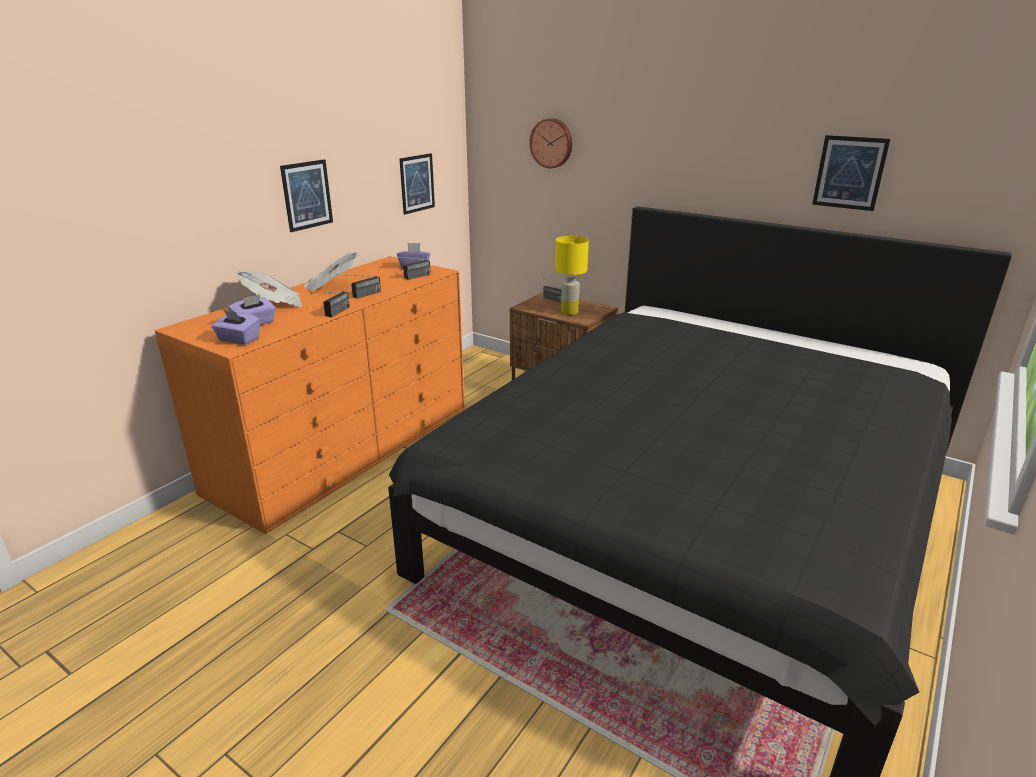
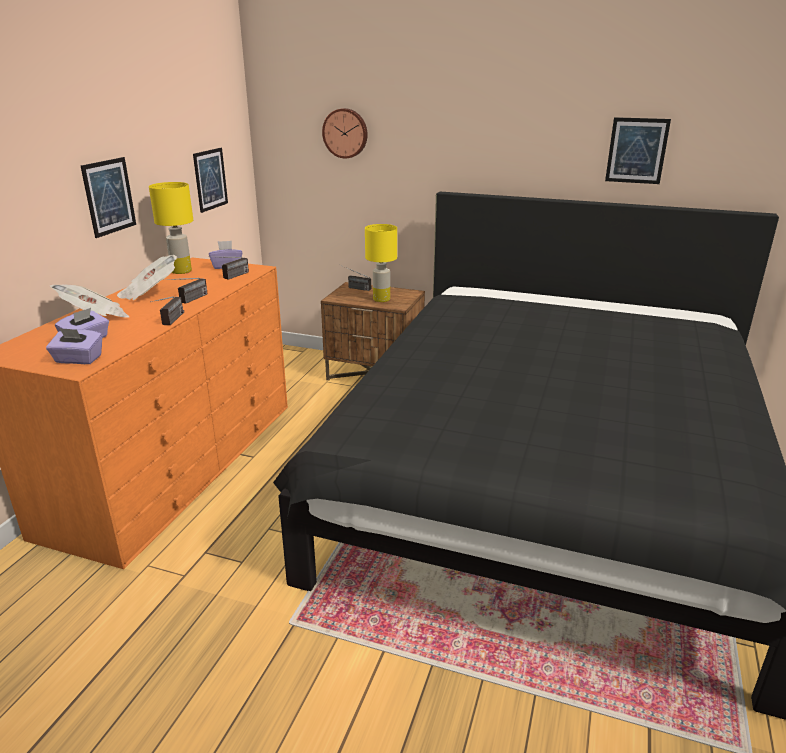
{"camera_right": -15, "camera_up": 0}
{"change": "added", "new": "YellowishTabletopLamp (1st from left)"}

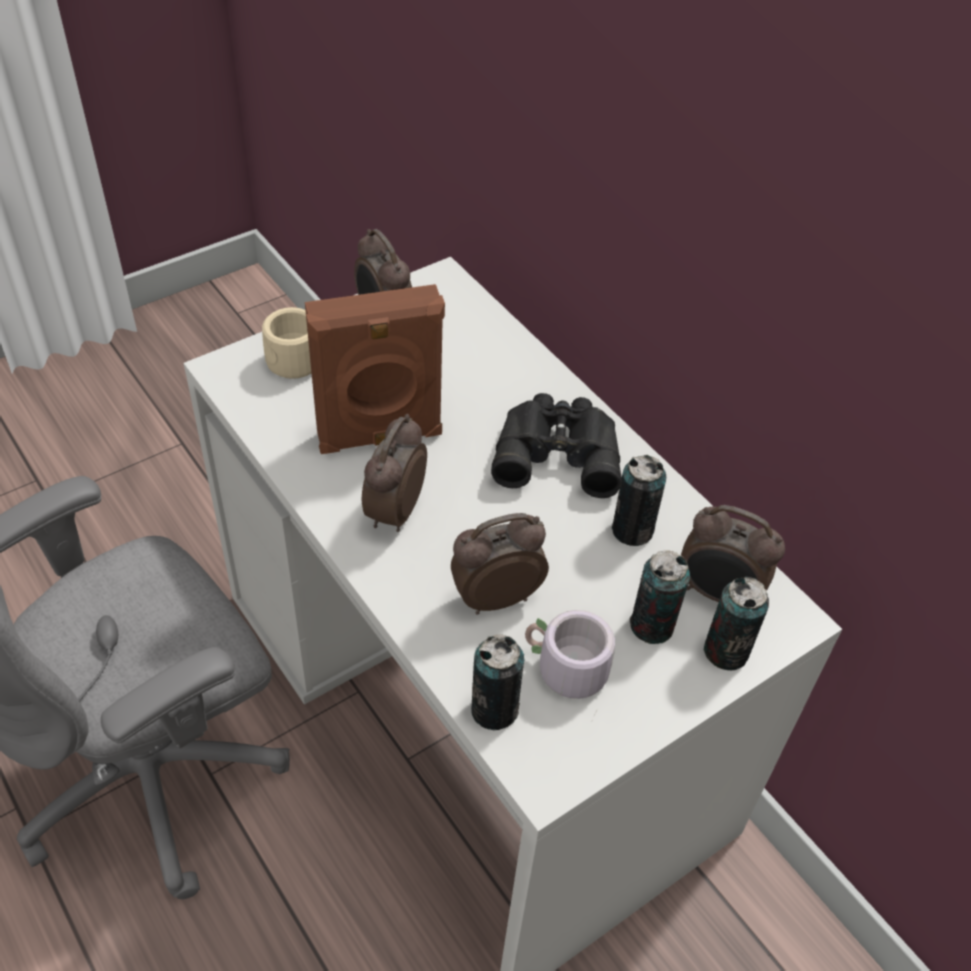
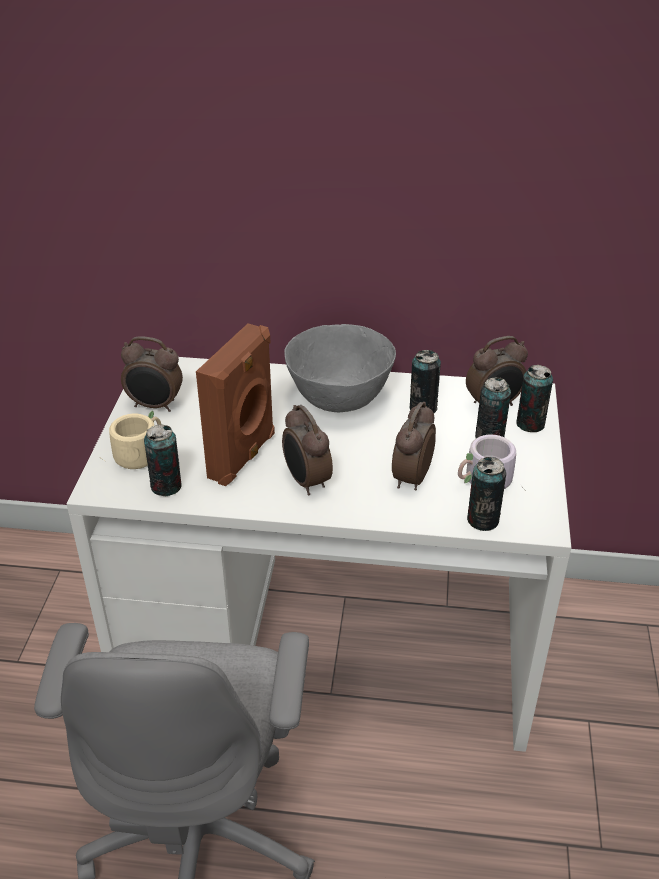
{"camera_right": -45, "camera_up": -10}
{"change": "replaced", "old": "BlackishFieldGlasses", "new": "GreyishBowl"}
{"change": "added", "new": "SealedCan (1st from left)"}

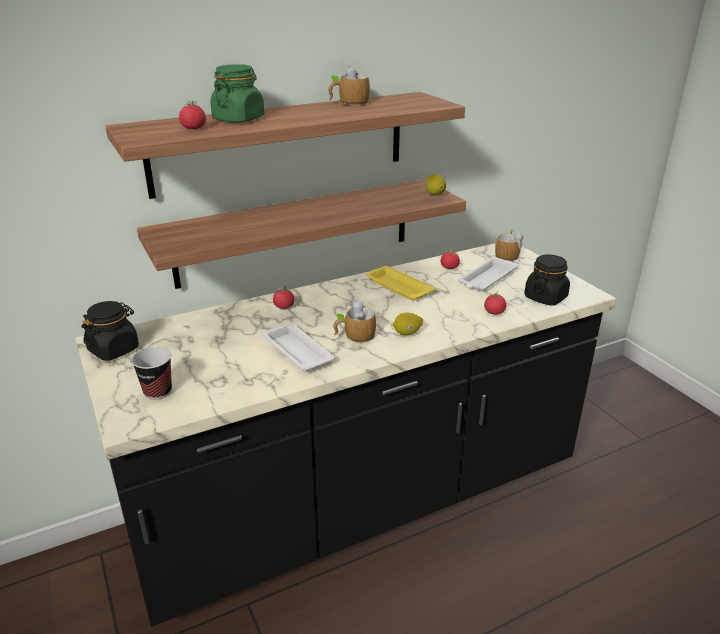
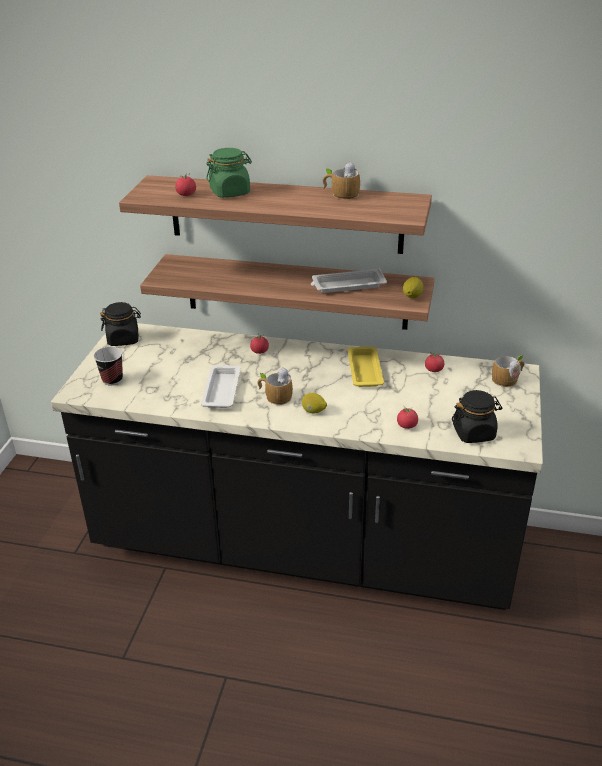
{"camera_right": 40, "camera_up": 5}
{"change": "moved", "old": "WhitishCarryingTray (2nd from left)"}

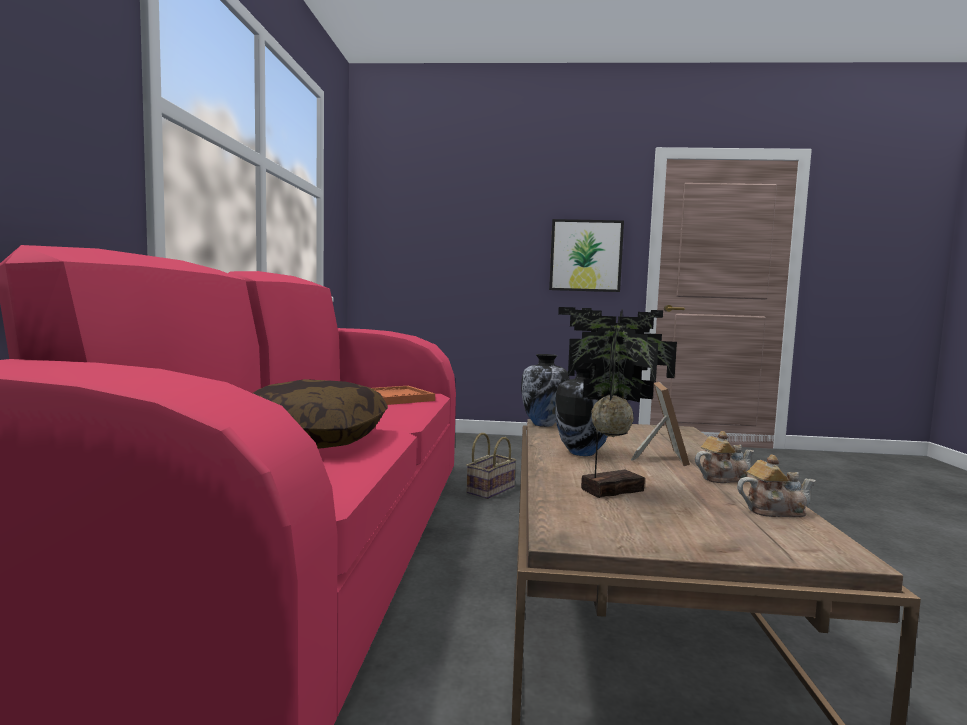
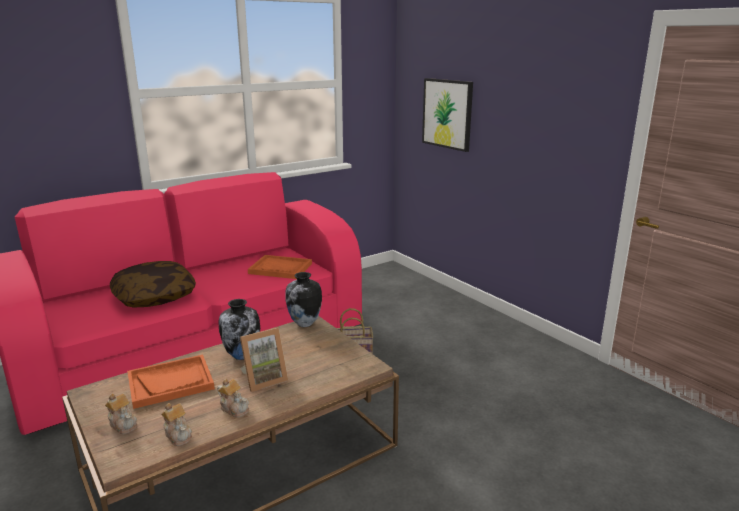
{"camera_right": 50, "camera_up": 15}
{"change": "moved", "old": "Picture"}
{"change": "replaced", "old": "PottedPlant", "new": "OrangeyCarryingTray (1st from left)"}
{"change": "added", "new": "PotForTea (1st from left)"}

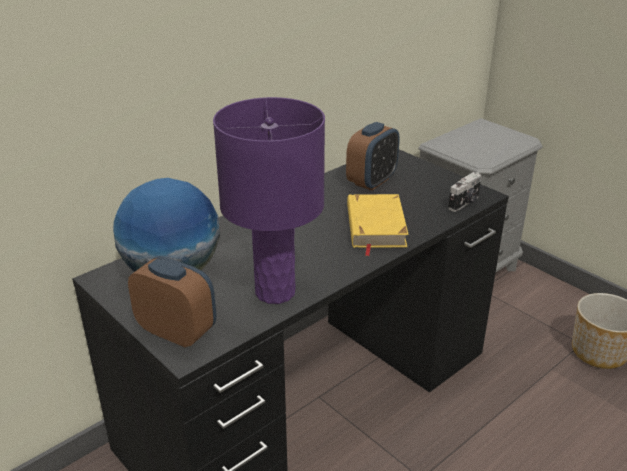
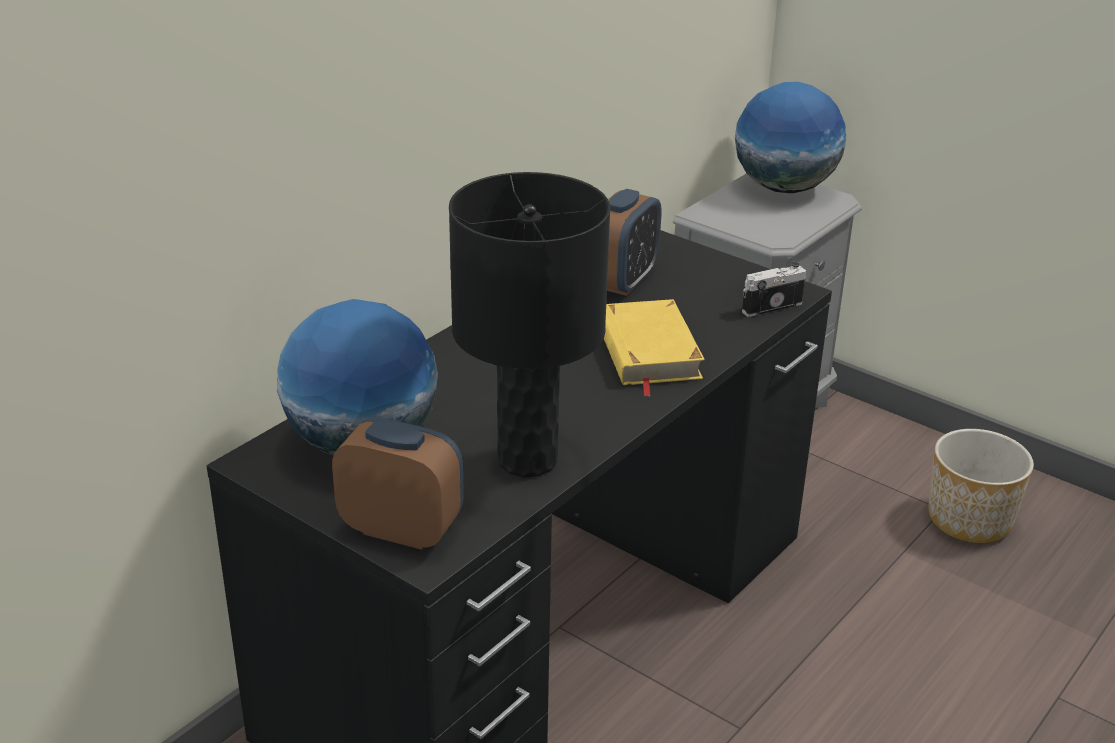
{"camera_right": -10, "camera_up": 0}
{"change": "recoloured", "old": "PurpleTabletopLamp", "new": "BlackishTabletopLamp"}
{"change": "turned", "old": "StillCamera", "degrees": -150}
{"change": "added", "new": "DeskGlobe (2nd from left)"}

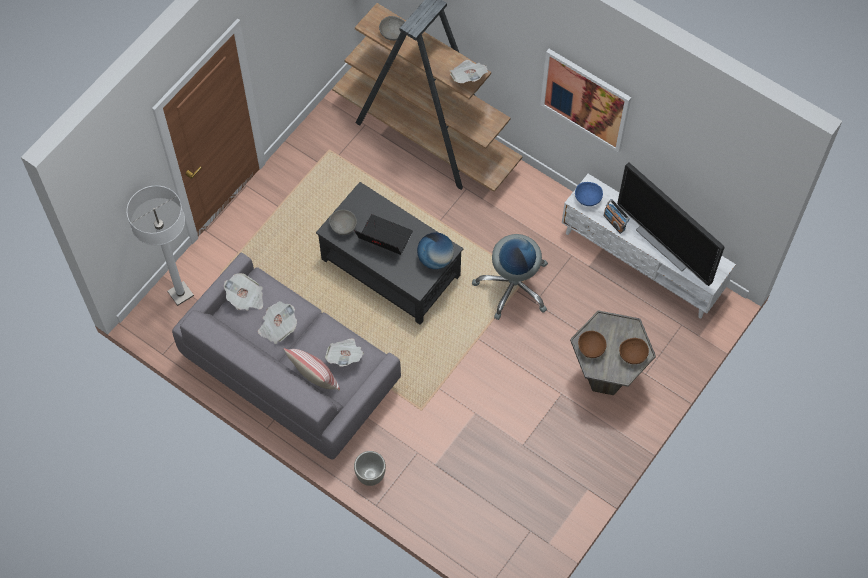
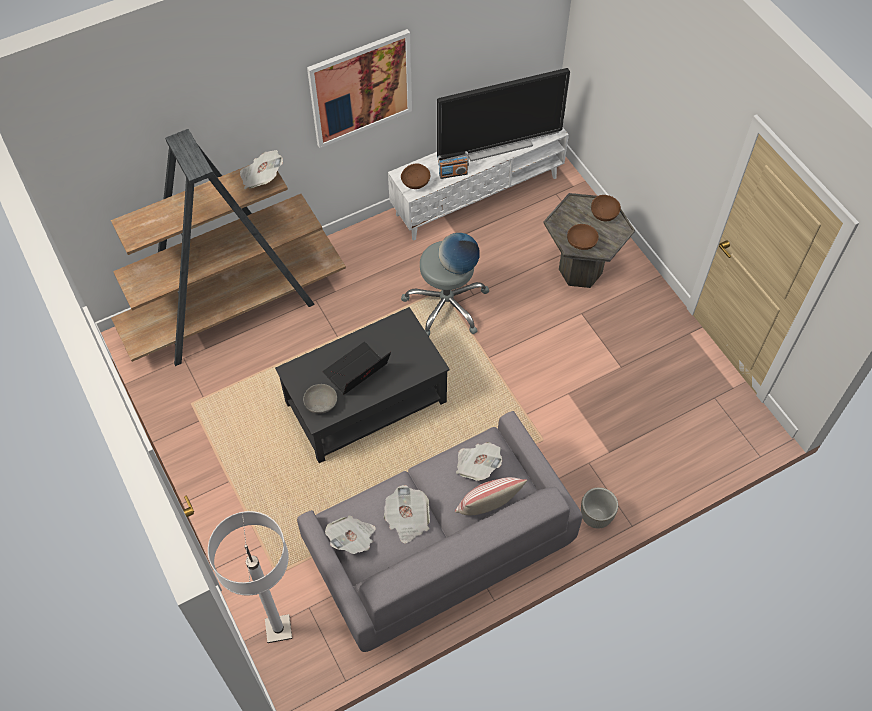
{"camera_right": -65, "camera_up": -5}
{"change": "removed", "old": "GreyishBowl (2nd from left)"}
{"change": "recoloured", "old": "BlueBowl", "new": "BrownBowl (1st from left)"}
{"change": "removed", "old": "DeskGlobe (1st from left)"}

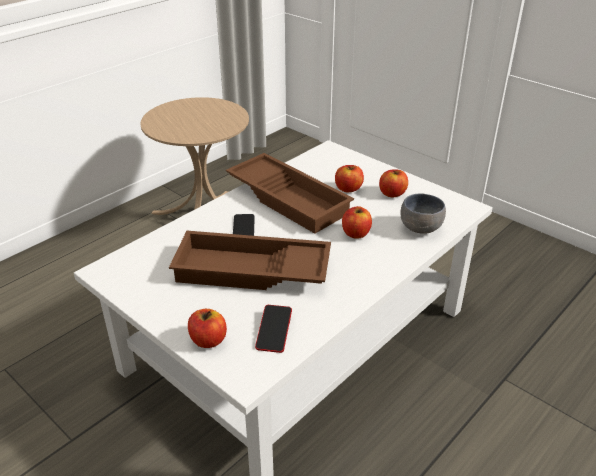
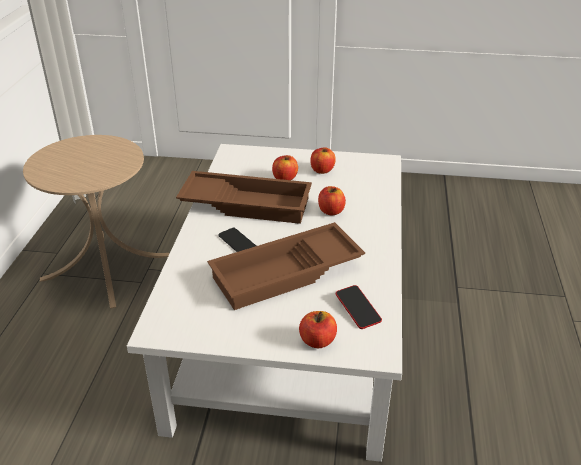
{"camera_right": -35, "camera_up": 0}
{"change": "removed", "old": "GreyishBowl"}

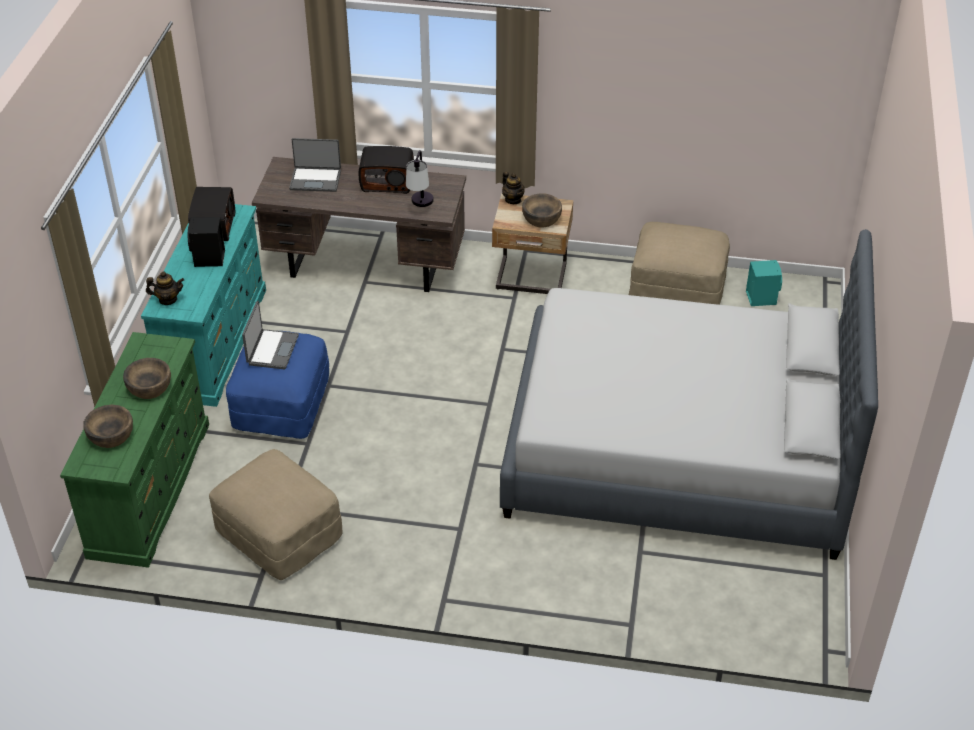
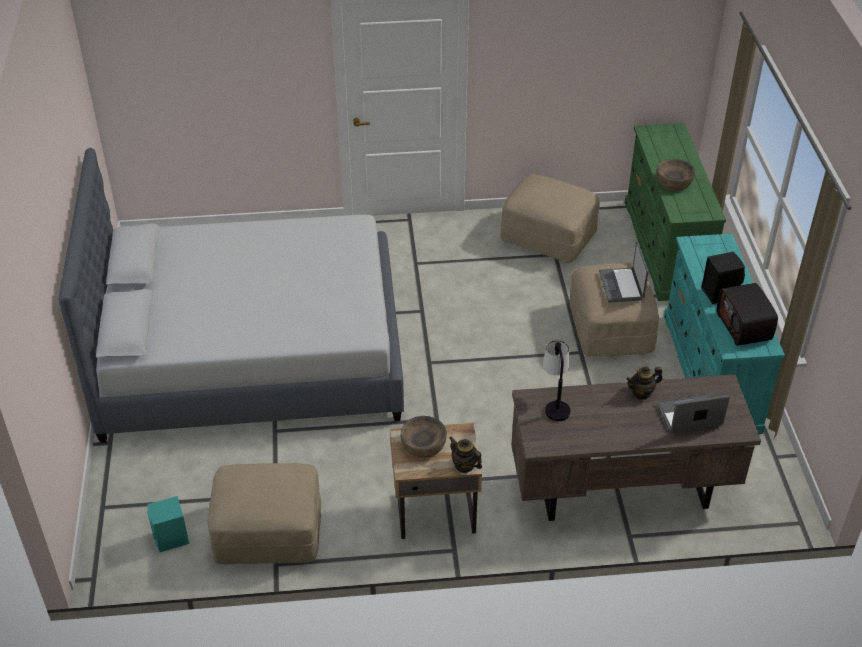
{"camera_right": 165, "camera_up": 0}
{"change": "removed", "old": "RadioSet (2nd from left)"}
{"change": "moved", "old": "PotForTea (1st from left in the first image)", "new": "PotForTea (2nd from left)"}
{"change": "recoloured", "old": "BluePouffe", "new": "SandColouredPouffe (3rd from left)"}
{"change": "removed", "old": "BrownBowl (1st from left)"}

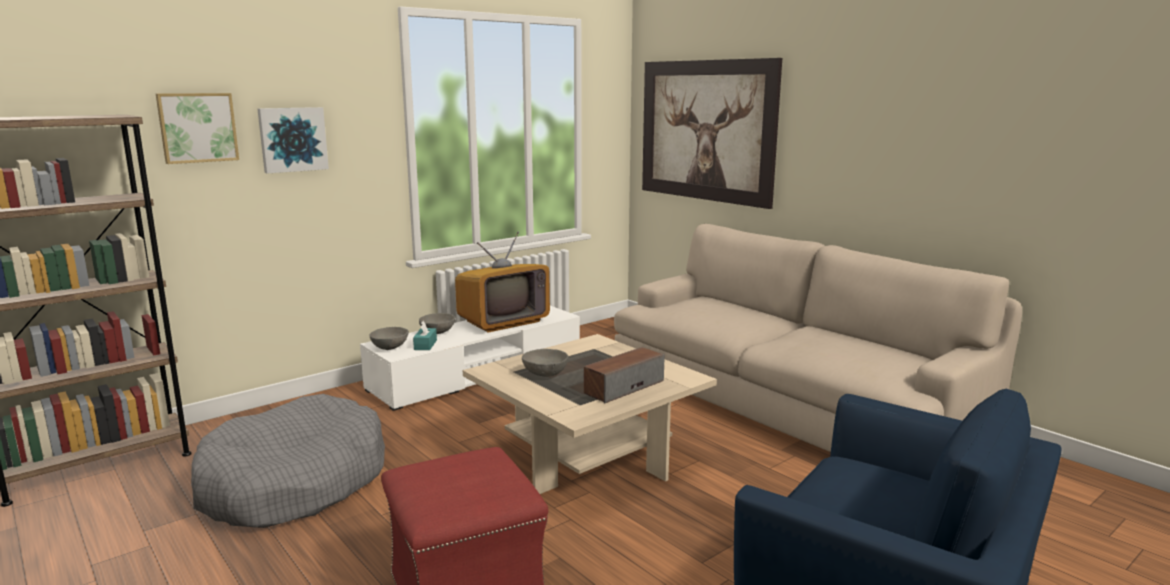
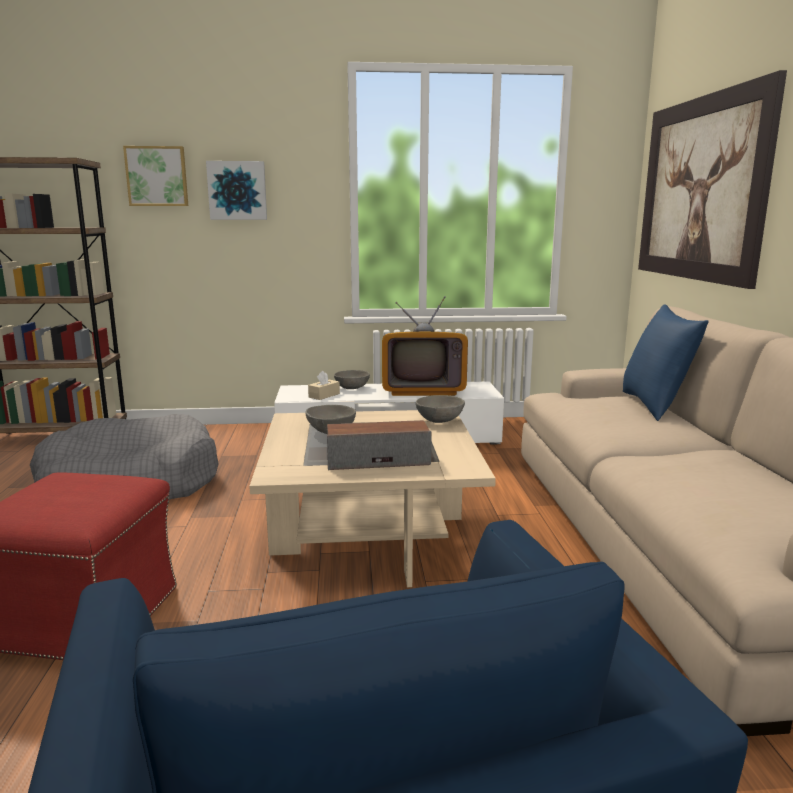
{"camera_right": 35, "camera_up": 0}
{"change": "recoloured", "old": "TurquoiseBoxOfTissues", "new": "SandColouredBoxOfTissues"}
{"change": "moved", "old": "GreyishBowl (1st from left in the first image)", "new": "GreyishBowl (3rd from left)"}
{"change": "added", "new": "BluePillow"}

